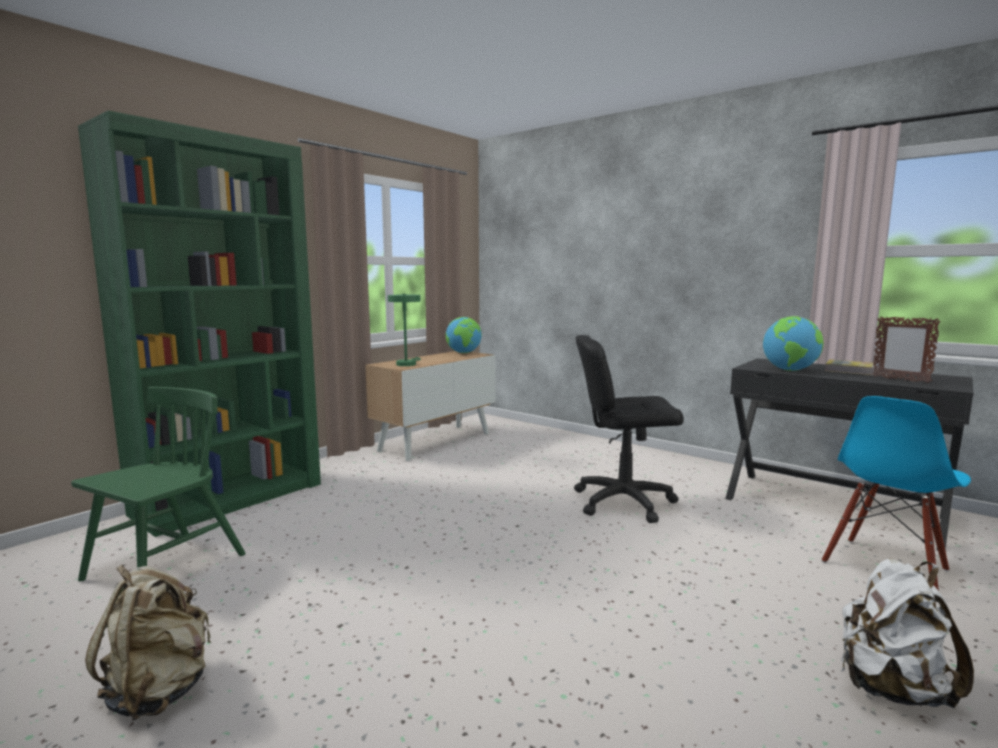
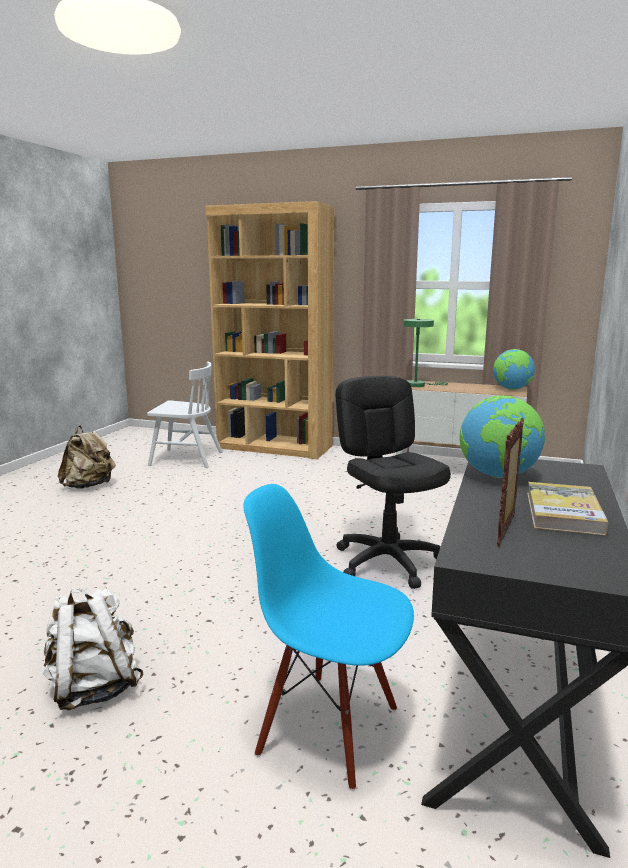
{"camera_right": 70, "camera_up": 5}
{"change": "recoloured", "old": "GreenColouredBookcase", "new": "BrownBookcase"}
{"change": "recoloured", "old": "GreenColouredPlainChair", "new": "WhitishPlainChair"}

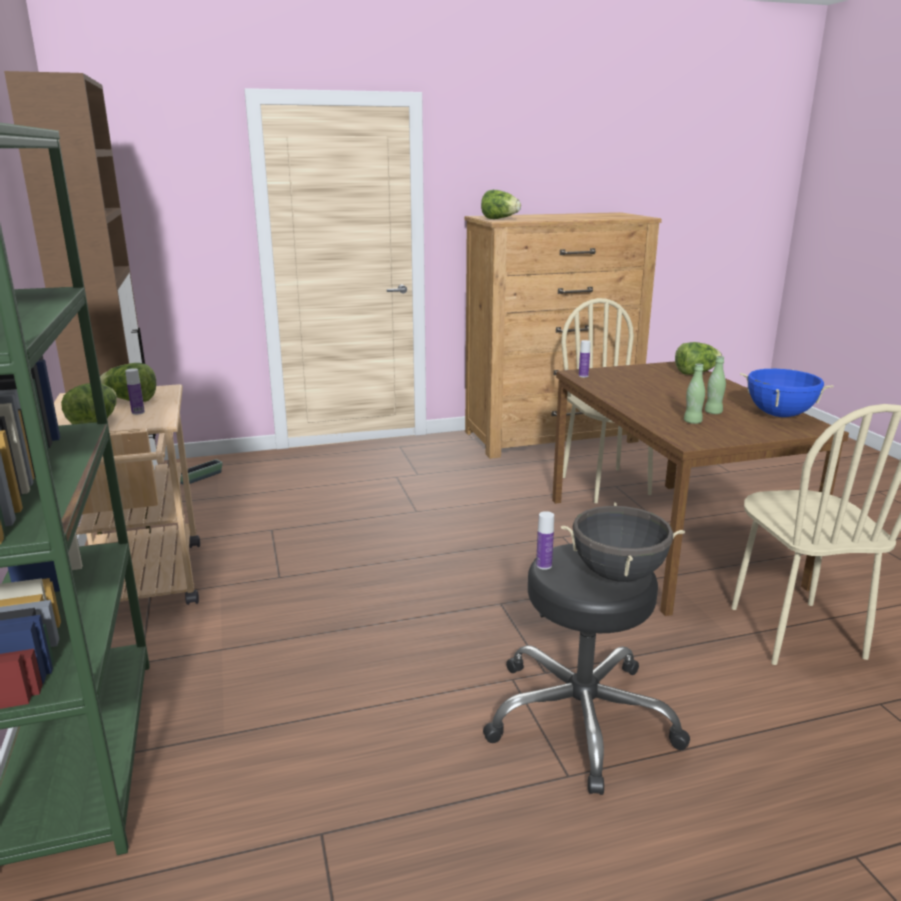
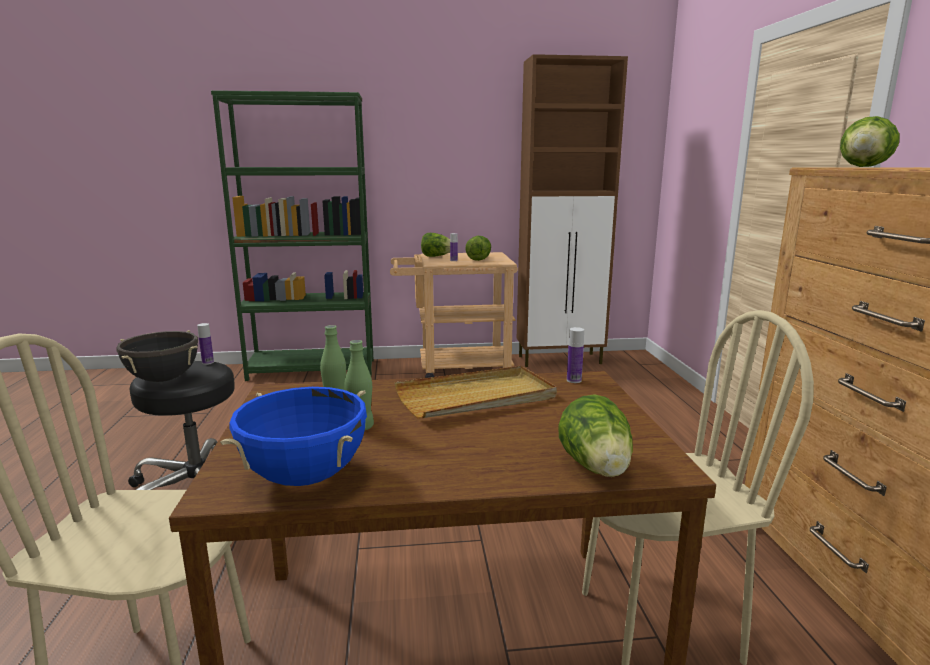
{"camera_right": 100, "camera_up": -5}
{"change": "removed", "old": "FlowerPot"}
{"change": "added", "new": "SandColouredCarryingTray"}

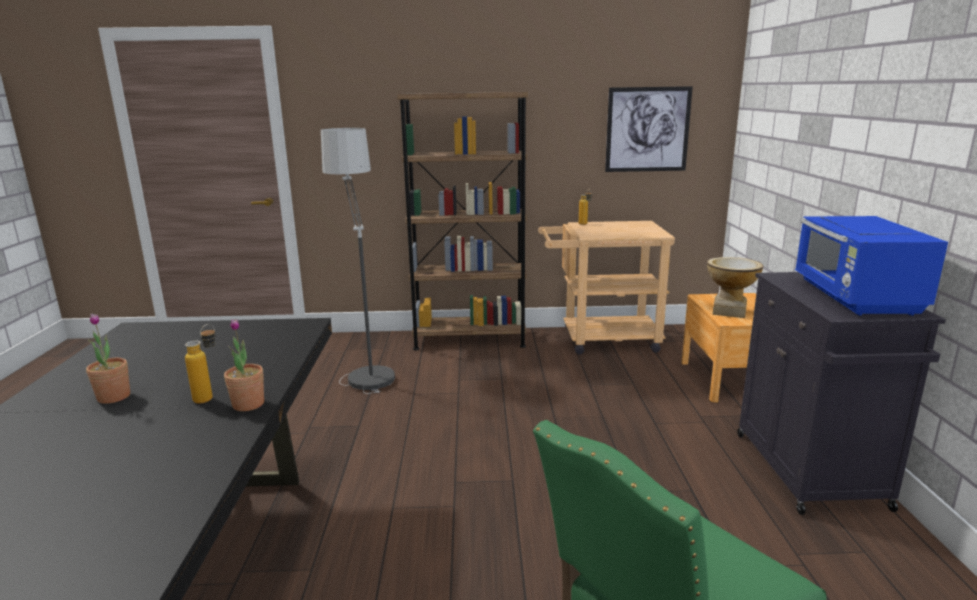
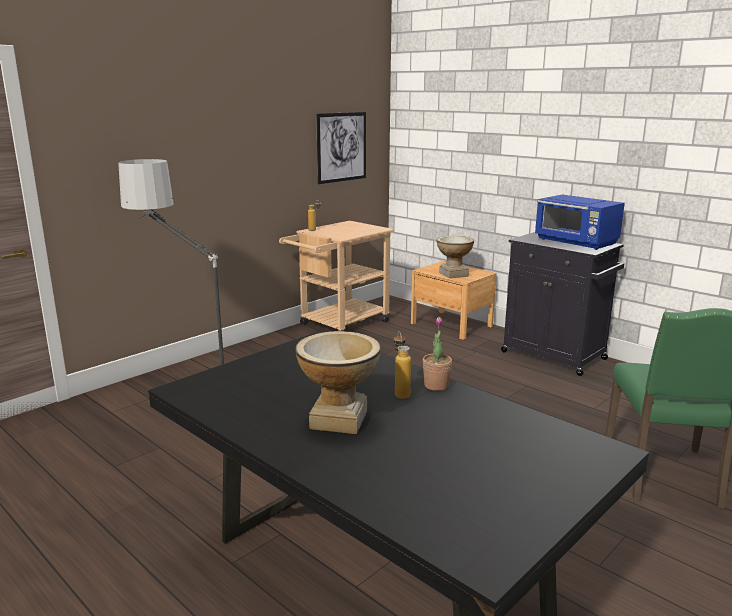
{"camera_right": -45, "camera_up": 0}
{"change": "removed", "old": "BrownBookcase"}
{"change": "replaced", "old": "PottedPlant (1st from left)", "new": "Vase (1st from left)"}

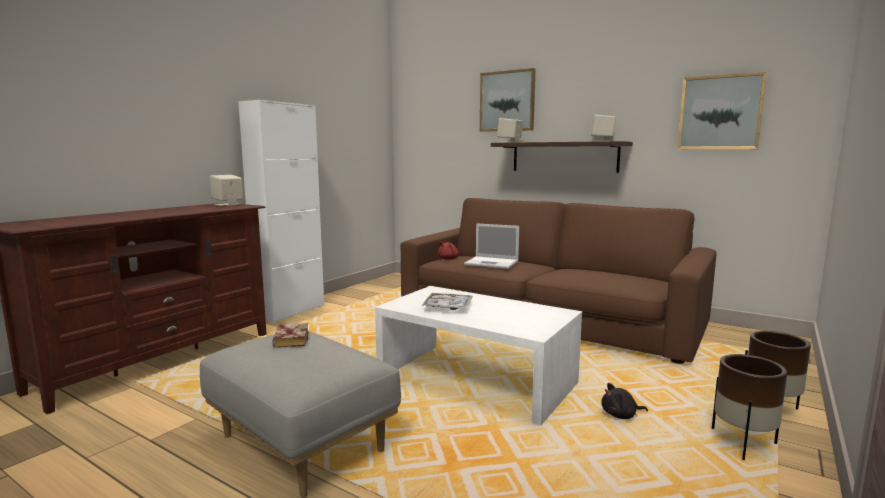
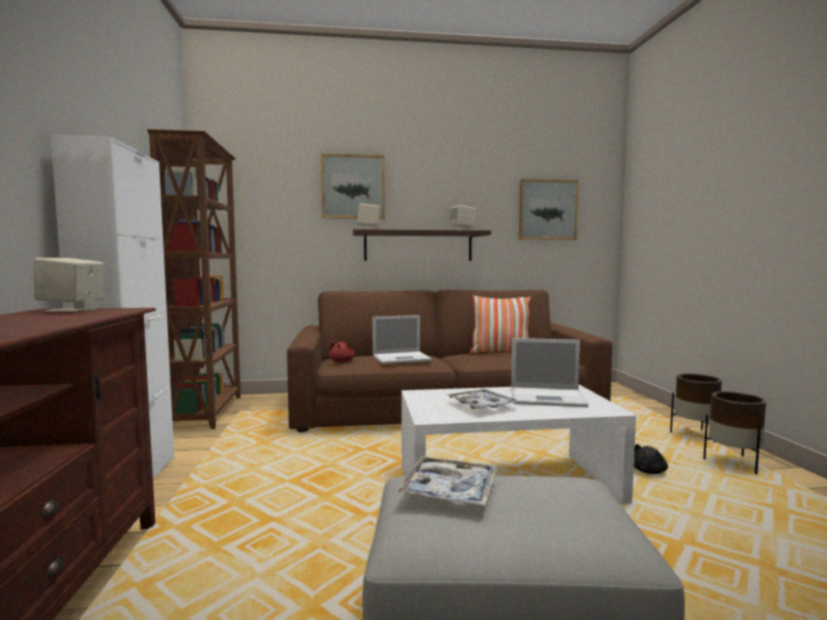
{"camera_right": -40, "camera_up": -5}
{"change": "replaced", "old": "Book", "new": "CarryingTray (1st from left)"}
{"change": "added", "new": "BrownBookcase"}
{"change": "added", "new": "Pillow"}
{"change": "added", "new": "NotebookComputer (2nd from left)"}

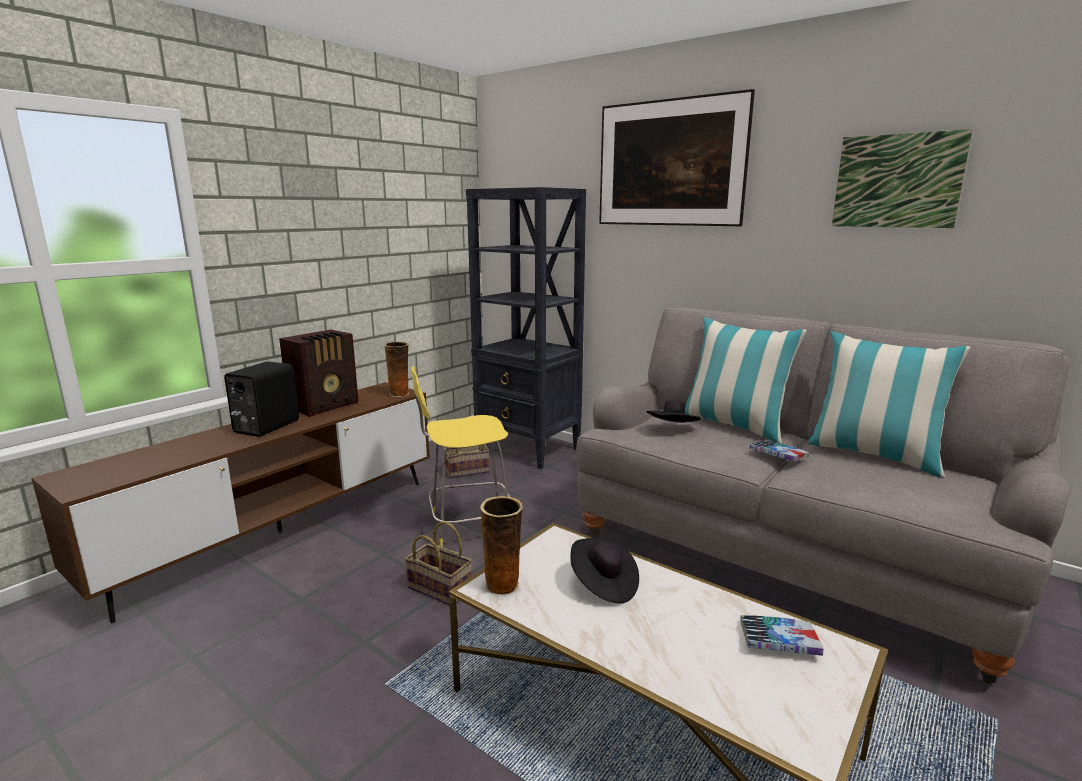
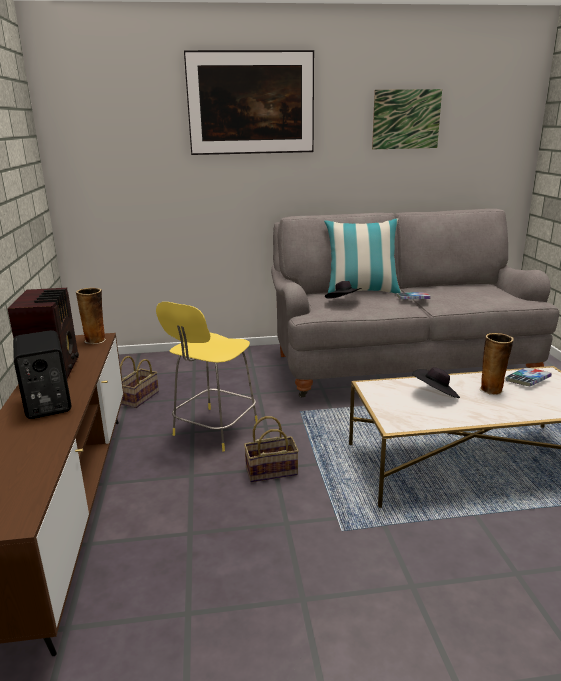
{"camera_right": -45, "camera_up": 5}
{"change": "removed", "old": "BlackishBookcase"}
{"change": "removed", "old": "Pillow (2nd from left)"}
{"change": "moved", "old": "Vase (2nd from left)"}

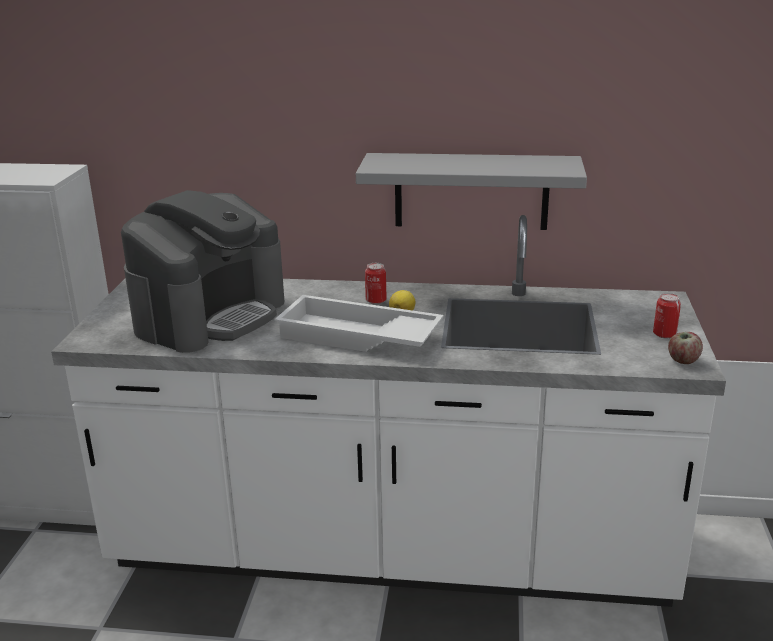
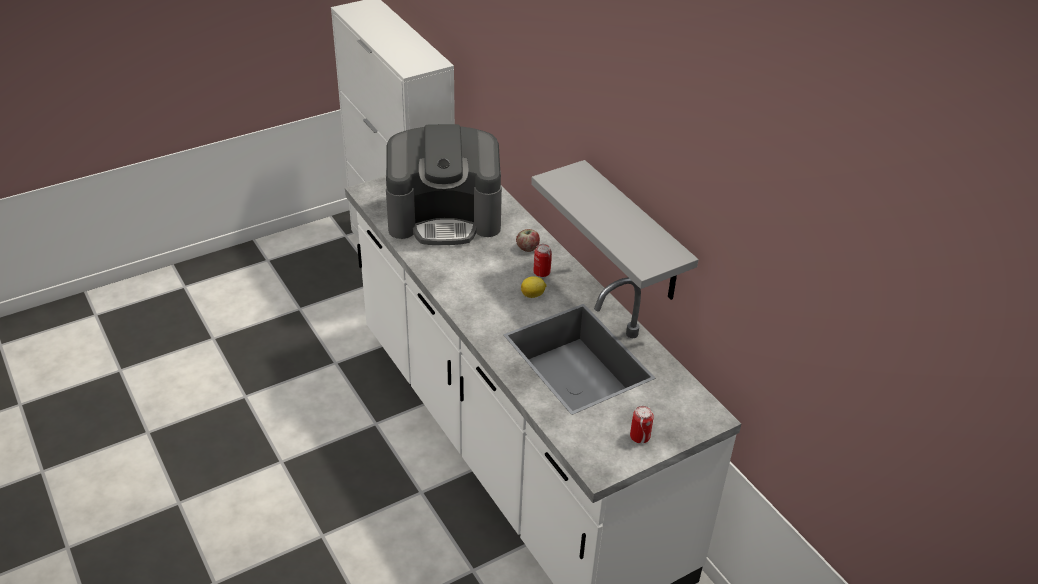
{"camera_right": 50, "camera_up": 15}
{"change": "removed", "old": "WhitishCarryingTray"}
{"change": "moved", "old": "WholeApple"}

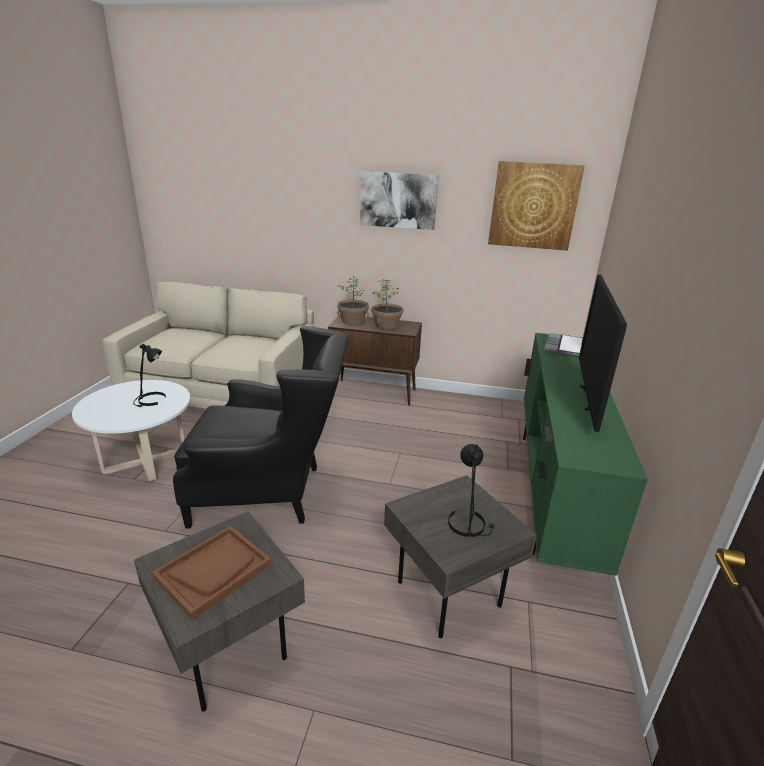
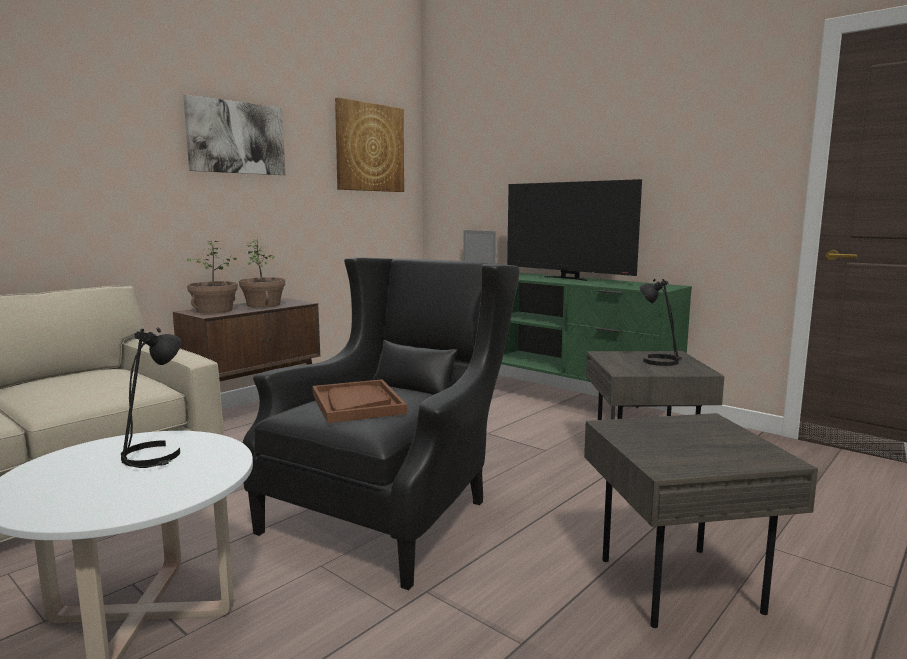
{"camera_right": -60, "camera_up": -15}
{"change": "moved", "old": "BrownCarryingTray"}

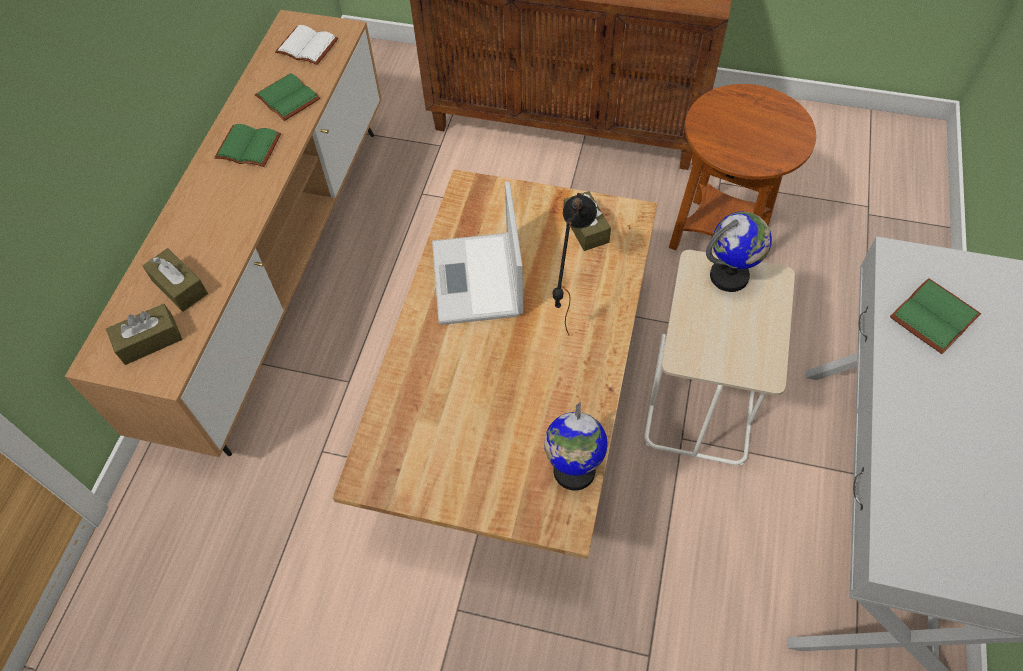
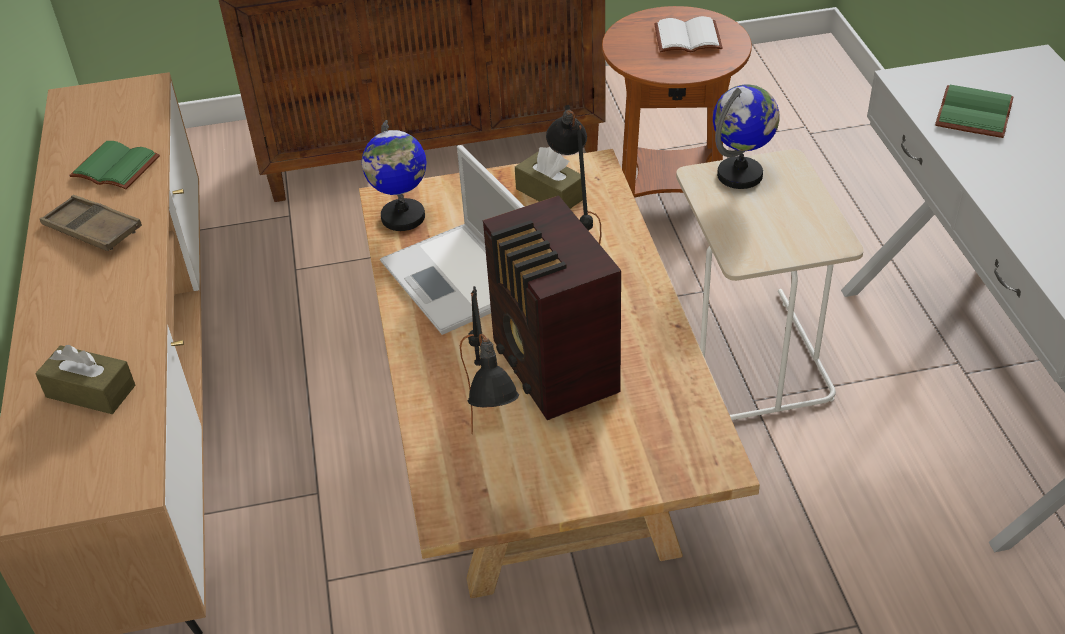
{"camera_right": -25, "camera_up": -15}
{"change": "moved", "old": "WhitishBook"}
{"change": "replaced", "old": "GreenColouredBook (1st from left)", "new": "BrownCarryingTray"}
{"change": "removed", "old": "BrownBoxOfTissues (1st from left)"}
{"change": "moved", "old": "DeskGlobe (1st from left)"}
{"change": "added", "new": "RadioSet"}
{"change": "added", "new": "BlackishTabletopLamp (1st from left)"}

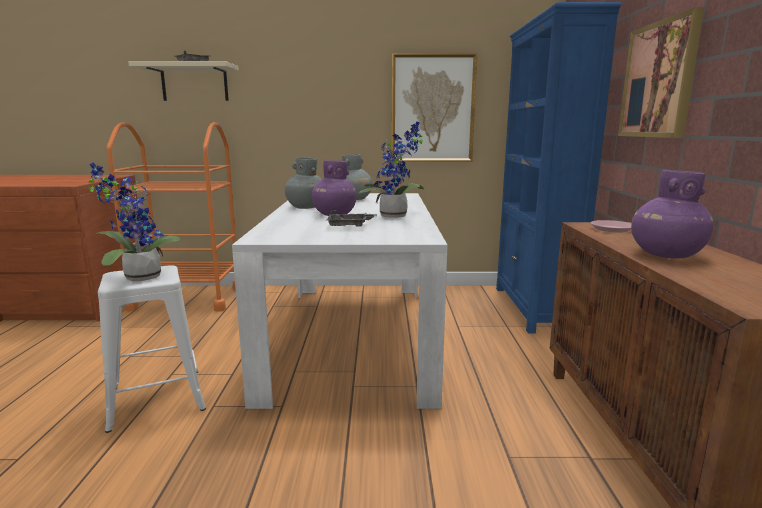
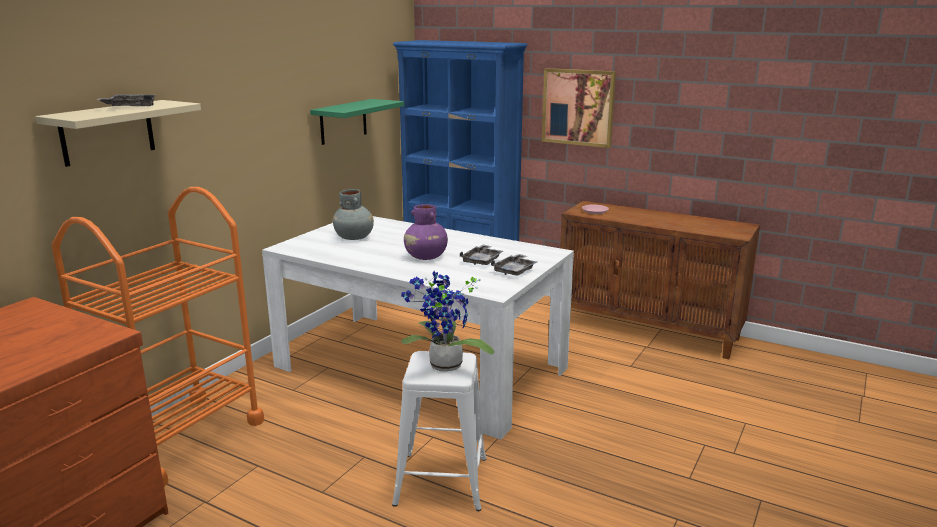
{"camera_right": -60, "camera_up": 5}
{"change": "replaced", "old": "Picture (1st from left)", "new": "GreenColouredShelf"}
{"change": "removed", "old": "PottedPlant (2nd from left)"}
{"change": "removed", "old": "GreyishVase (1st from left)"}
{"change": "removed", "old": "PurpleVase (2nd from left)"}
{"change": "added", "new": "GreyishCarryingTray (3rd from left)"}

